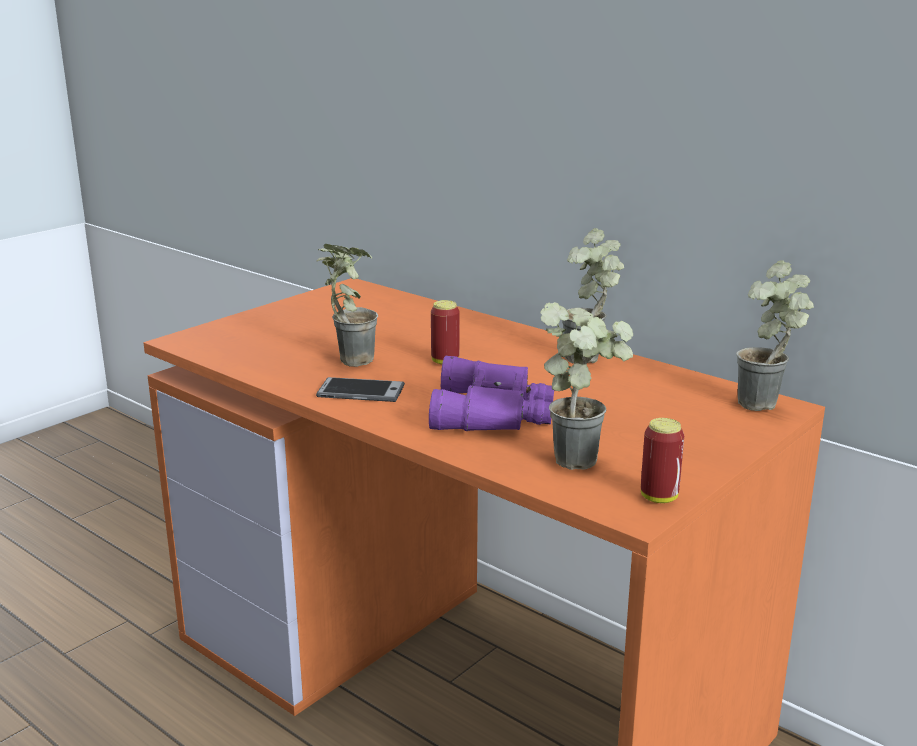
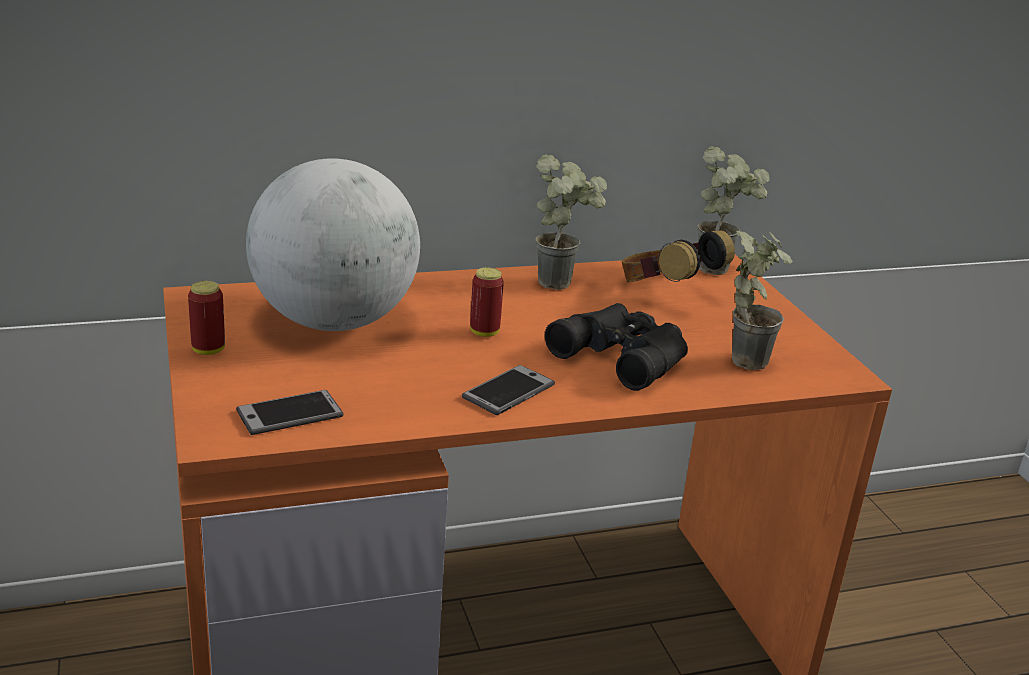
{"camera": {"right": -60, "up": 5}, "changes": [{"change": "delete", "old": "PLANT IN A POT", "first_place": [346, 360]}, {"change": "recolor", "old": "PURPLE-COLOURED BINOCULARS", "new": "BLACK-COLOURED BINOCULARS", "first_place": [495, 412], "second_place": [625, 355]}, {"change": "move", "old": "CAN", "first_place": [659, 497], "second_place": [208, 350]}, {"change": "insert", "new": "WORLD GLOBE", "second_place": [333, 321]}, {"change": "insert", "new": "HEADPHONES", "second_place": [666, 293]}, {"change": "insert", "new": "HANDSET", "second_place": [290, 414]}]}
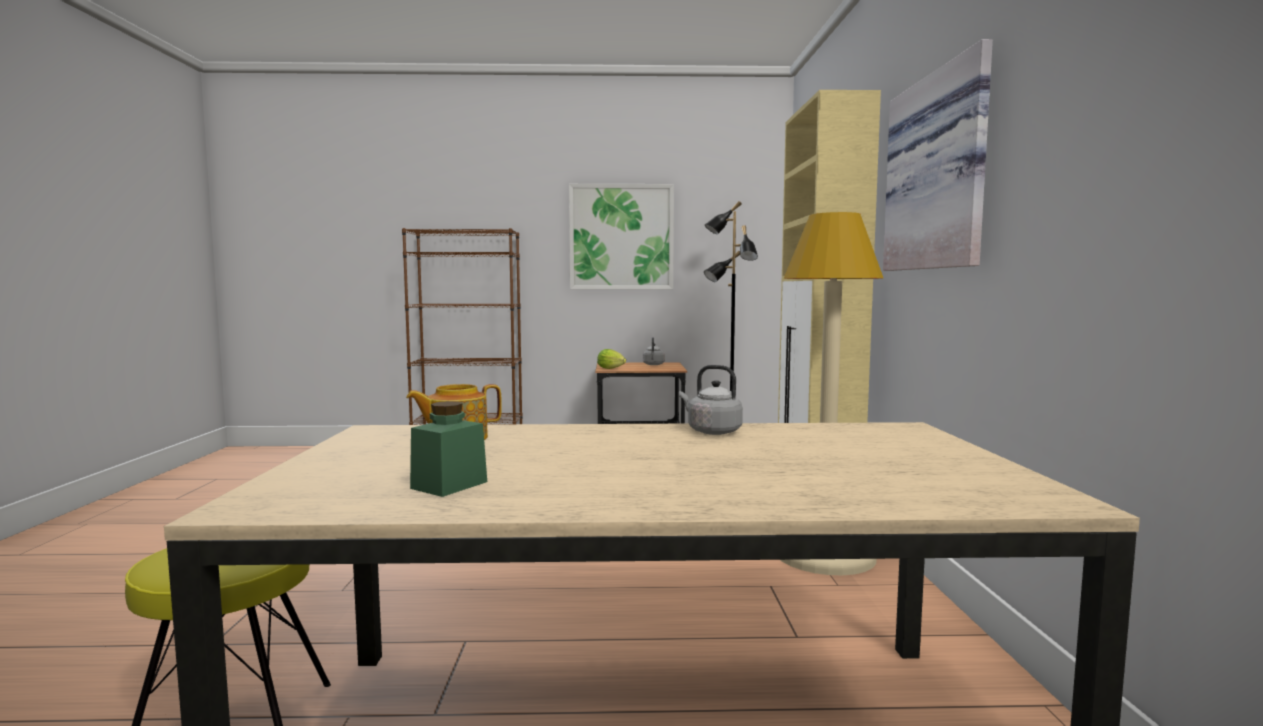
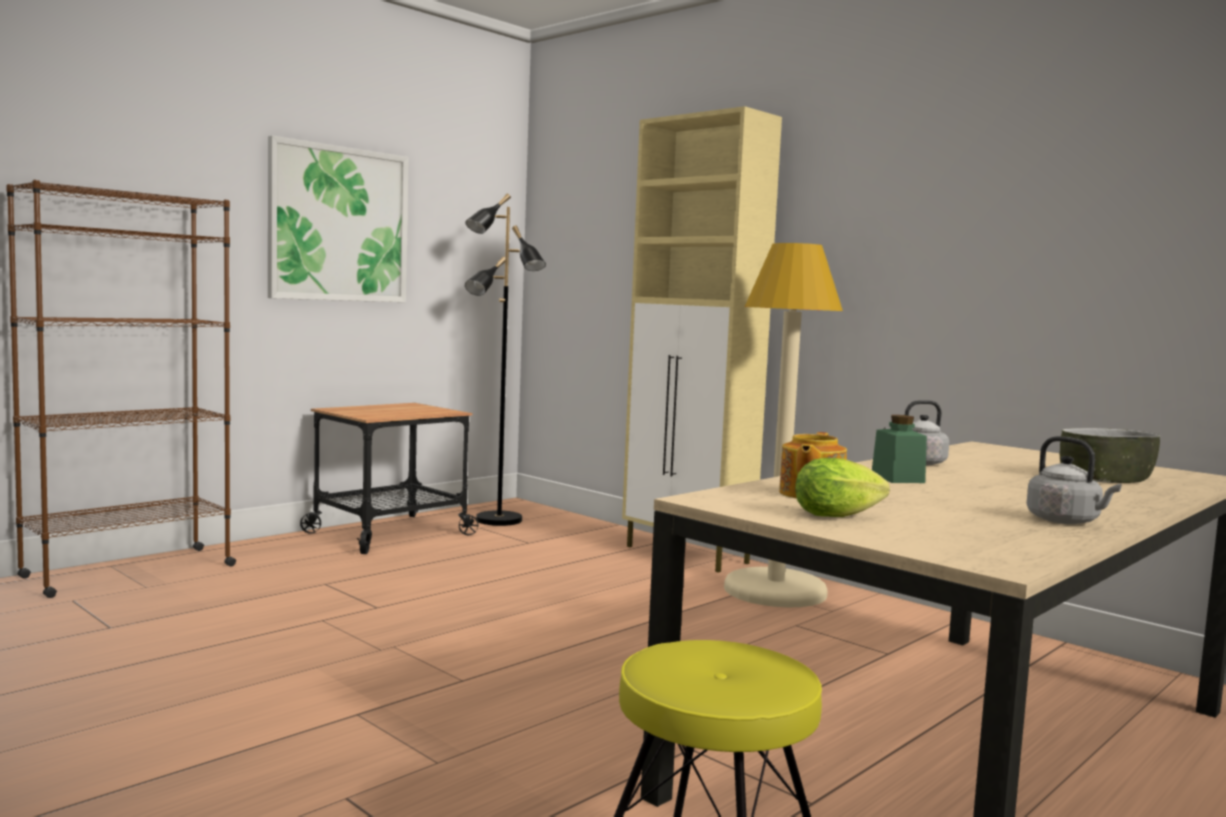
{"camera": {"right": -45, "up": 0}, "changes": [{"change": "delete", "old": "WALL PICTURE", "first_place": [940, 173]}, {"change": "move", "old": "GRAY TEA KETTLE", "first_place": [653, 364], "second_place": [1066, 521]}, {"change": "move", "old": "LETTUCE HEAD", "first_place": [612, 369], "second_place": [841, 516]}, {"change": "move", "old": "GREEN-COLOURED PRESERVE JAR", "first_place": [449, 485], "second_place": [897, 478]}, {"change": "insert", "new": "DEEP DISH", "second_place": [1105, 479]}]}
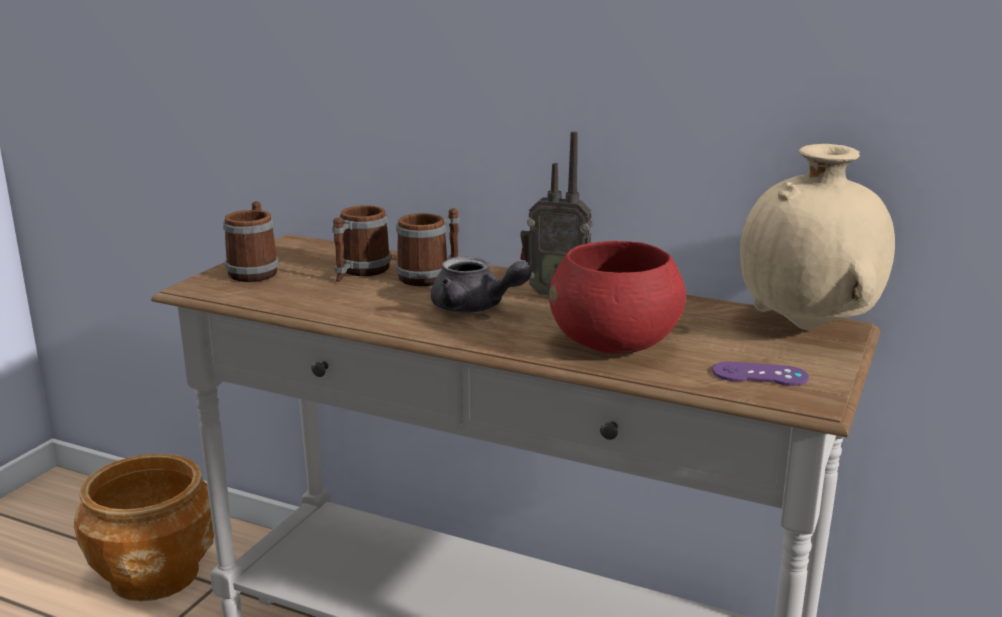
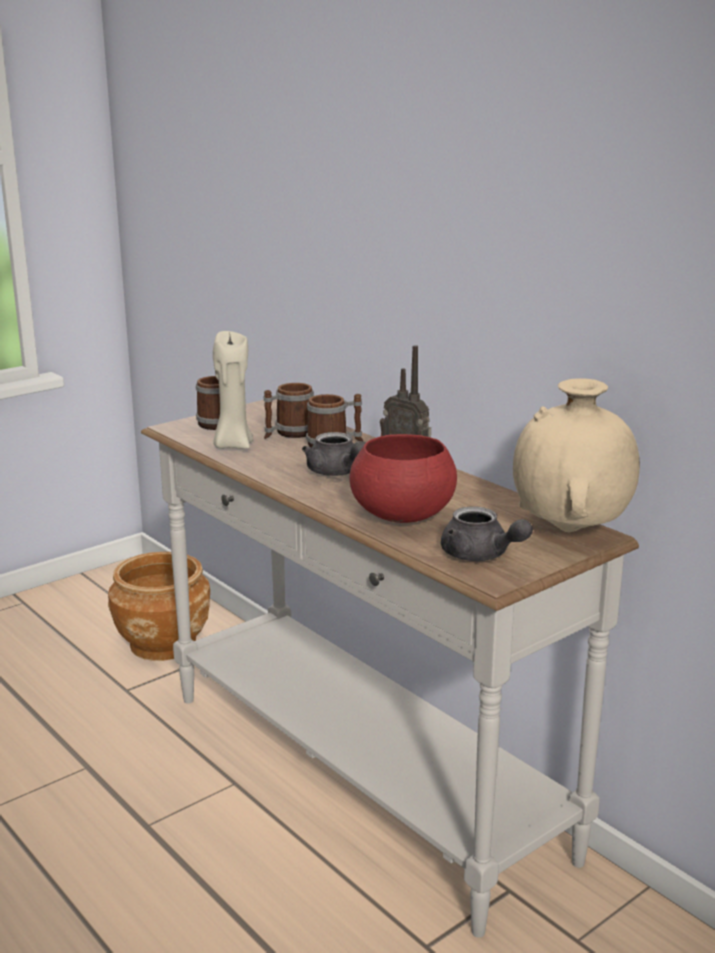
{"camera": {"right": 25, "up": 0}, "changes": [{"change": "replace", "old": "PURPLE-COLOURED GAMEPAD", "new": "GRAY TEA POT", "first_place": [759, 374], "second_place": [480, 556]}, {"change": "insert", "new": "BEIGE WAX LIGHT", "second_place": [233, 445]}]}
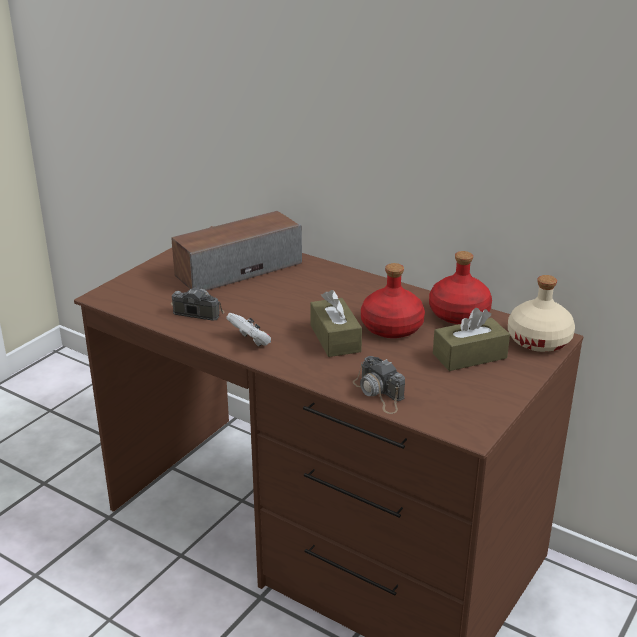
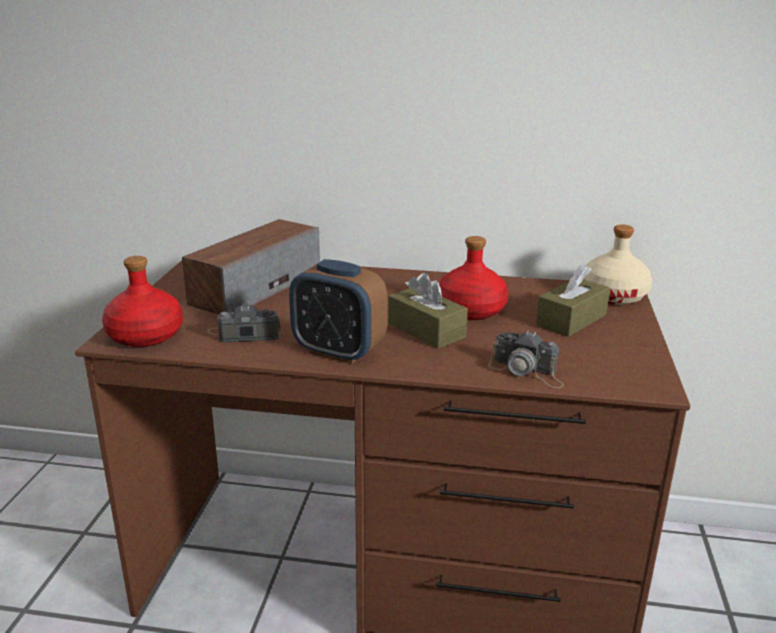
{"camera": {"right": -25, "up": -5}, "changes": [{"change": "move", "old": "RED DRINK BOTTLE", "first_place": [458, 314], "second_place": [145, 336]}, {"change": "replace", "old": "WHITISH GAMEPAD", "new": "ALARM CLOCK", "first_place": [250, 341], "second_place": [338, 351]}]}
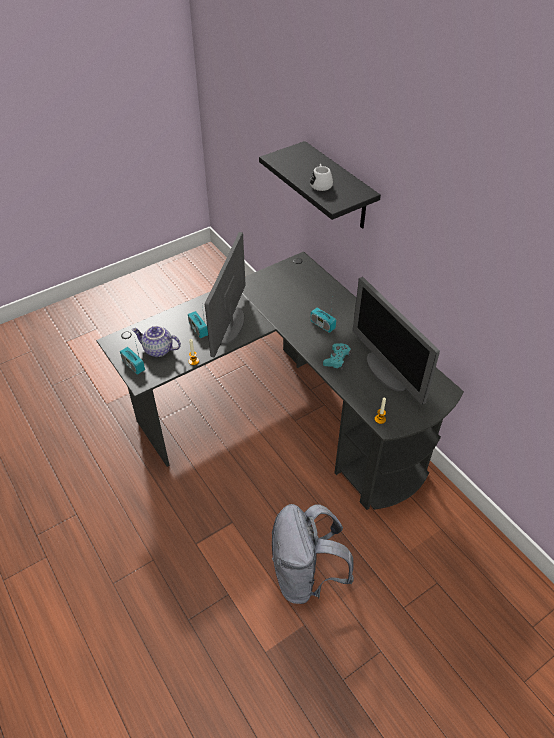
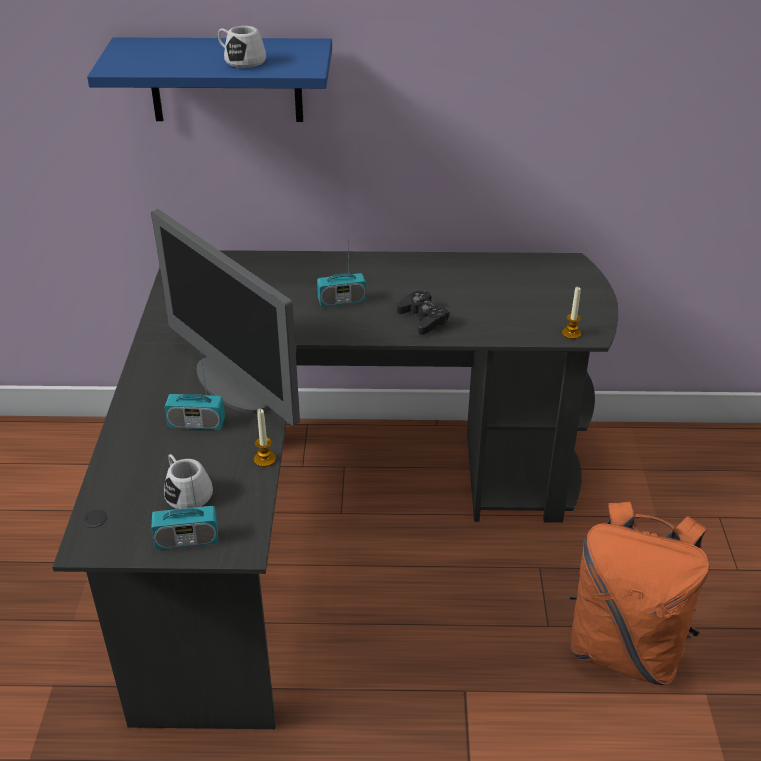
{"camera": {"right": -55, "up": -10}, "changes": [{"change": "recolor", "old": "BLACK-COLOURED BRACKET SHELF", "new": "BLUISH BRACKET SHELF", "first_place": [339, 187], "second_place": [226, 80]}, {"change": "delete", "old": "MONITOR", "first_place": [386, 372]}, {"change": "replace", "old": "TEA POT", "new": "WHITISH COFFEE MUG", "first_place": [158, 350], "second_place": [186, 492]}, {"change": "recolor", "old": "TURQUOISE GAMEPAD", "new": "BLACK-COLOURED GAMEPAD", "first_place": [337, 359], "second_place": [423, 318]}, {"change": "recolor", "old": "GRAY BACKPACK", "new": "ORANGE BACKPACK", "first_place": [306, 575], "second_place": [625, 647]}]}
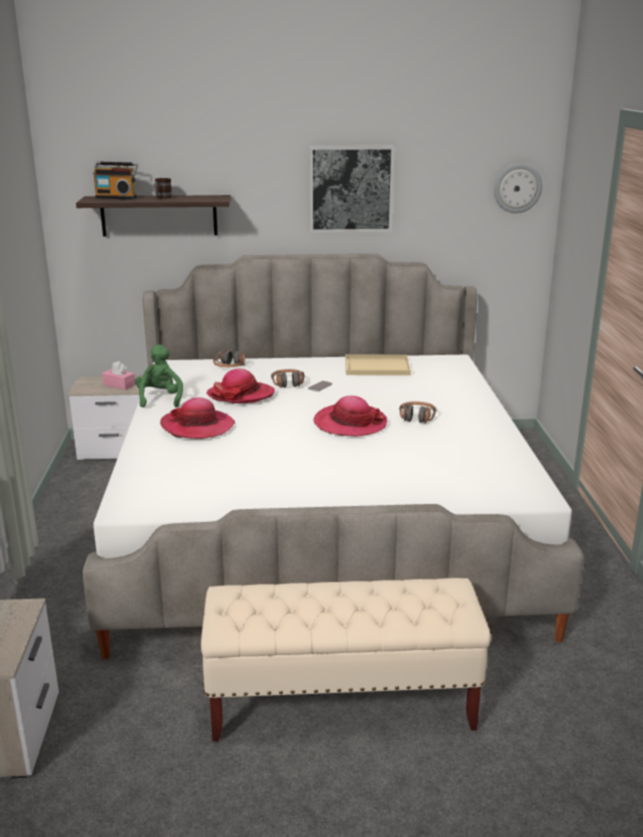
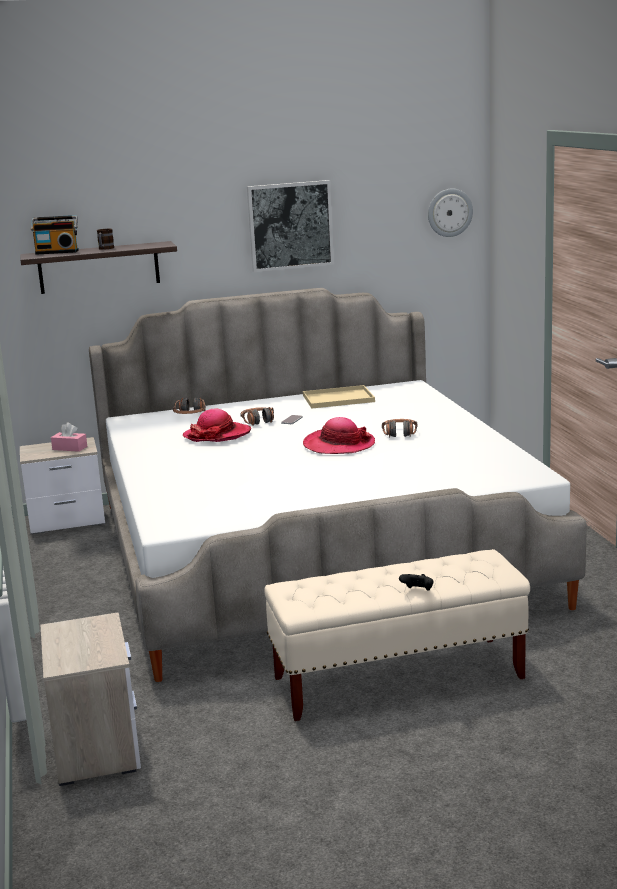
{"camera": {"right": -10, "up": -5}, "changes": [{"change": "delete", "old": "GREEN-COLOURED SOFT TOY", "first_place": [160, 399]}, {"change": "delete", "old": "HAT", "first_place": [197, 426]}, {"change": "insert", "new": "BLACK-COLOURED GAMEPAD", "second_place": [417, 591]}]}
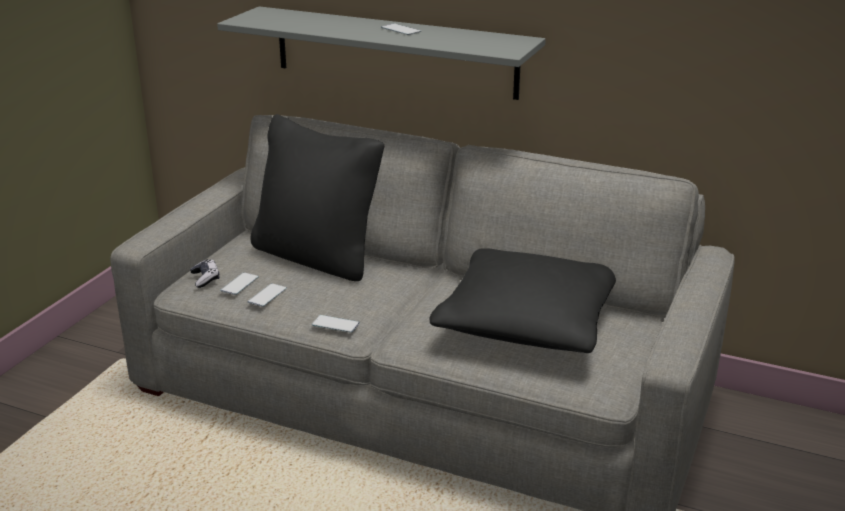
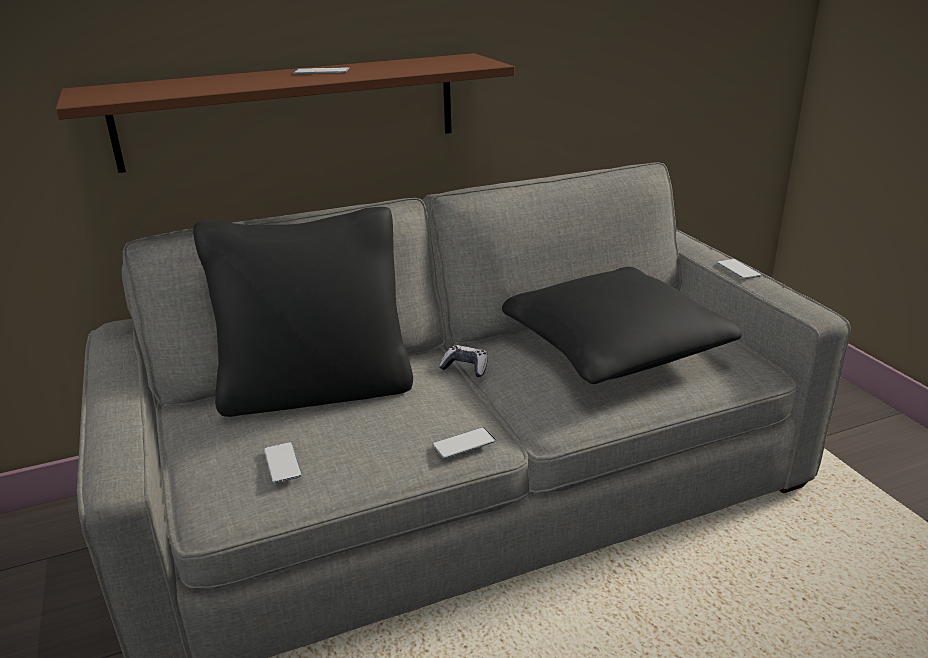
{"camera": {"right": -45, "up": 0}, "changes": [{"change": "recolor", "old": "GRAY BRACKET SHELF", "new": "BROWN BRACKET SHELF", "first_place": [394, 52], "second_place": [291, 111]}, {"change": "move", "old": "GAMEPAD", "first_place": [205, 278], "second_place": [465, 367]}, {"change": "move", "old": "HANDSET", "first_place": [267, 295], "second_place": [738, 269]}]}
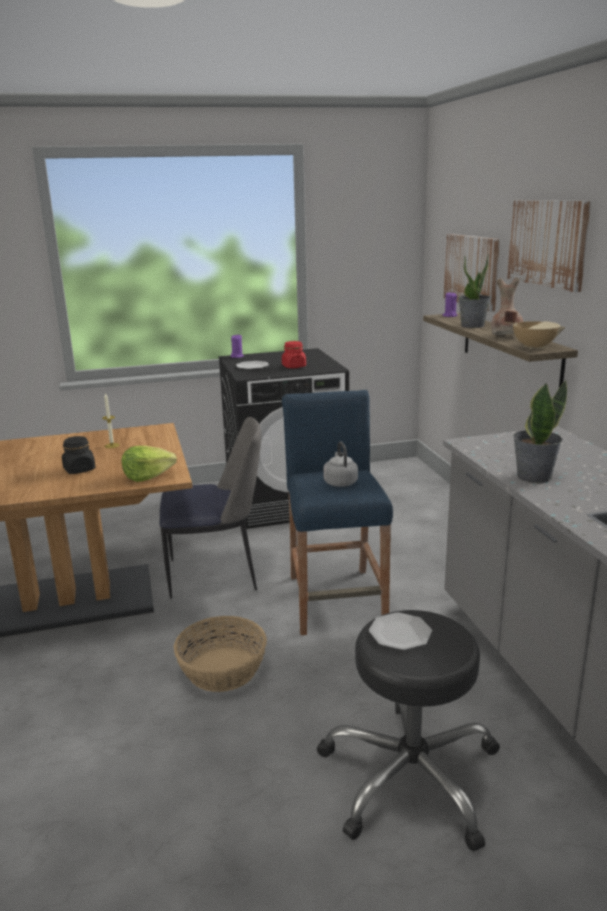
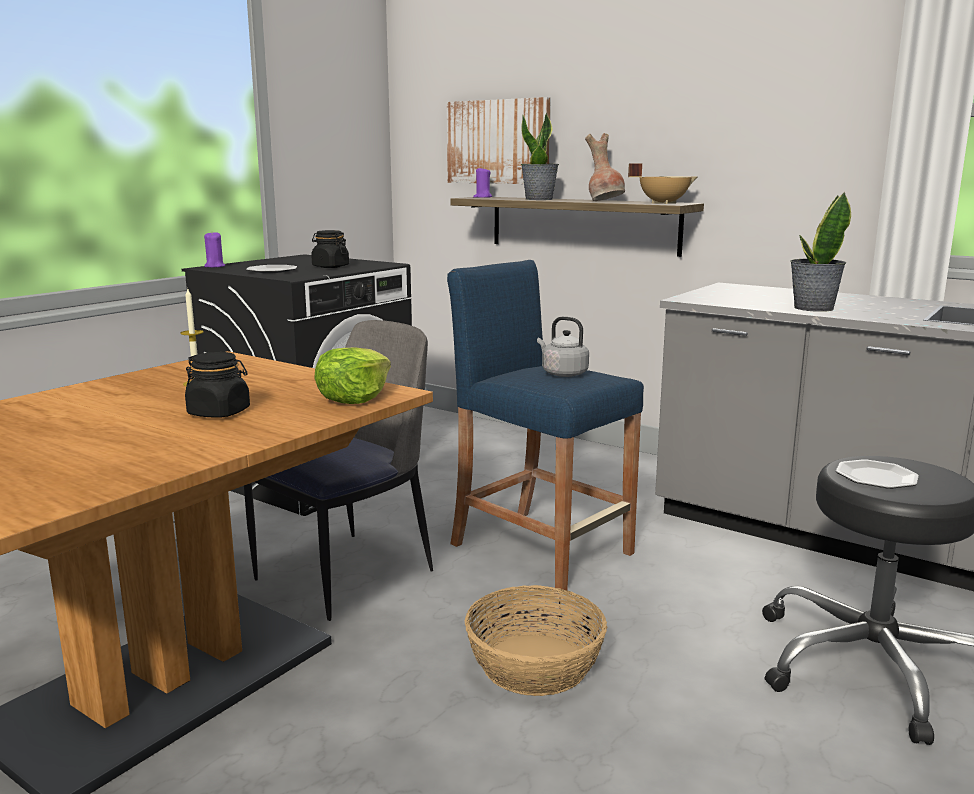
{"camera": {"right": -40, "up": -5}, "changes": [{"change": "delete", "old": "WALL PICTURE", "first_place": [548, 243]}, {"change": "recolor", "old": "RED PRESERVE JAR", "new": "BLACK-COLOURED PRESERVE JAR", "first_place": [293, 366], "second_place": [330, 266]}]}
